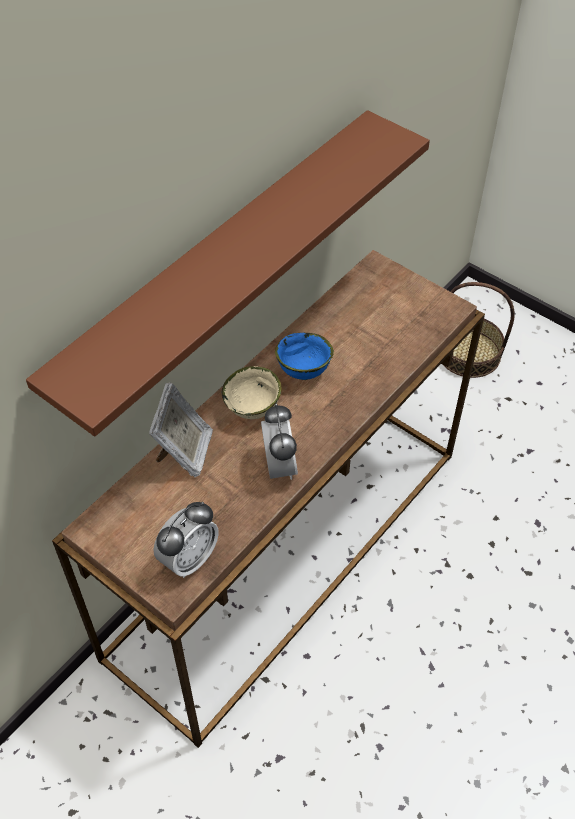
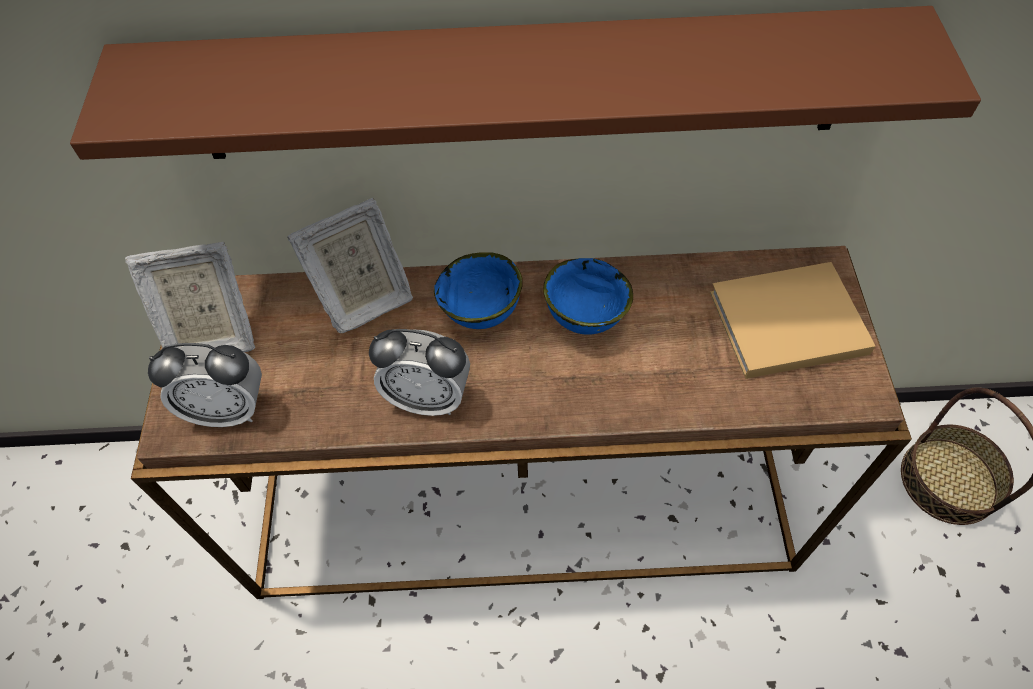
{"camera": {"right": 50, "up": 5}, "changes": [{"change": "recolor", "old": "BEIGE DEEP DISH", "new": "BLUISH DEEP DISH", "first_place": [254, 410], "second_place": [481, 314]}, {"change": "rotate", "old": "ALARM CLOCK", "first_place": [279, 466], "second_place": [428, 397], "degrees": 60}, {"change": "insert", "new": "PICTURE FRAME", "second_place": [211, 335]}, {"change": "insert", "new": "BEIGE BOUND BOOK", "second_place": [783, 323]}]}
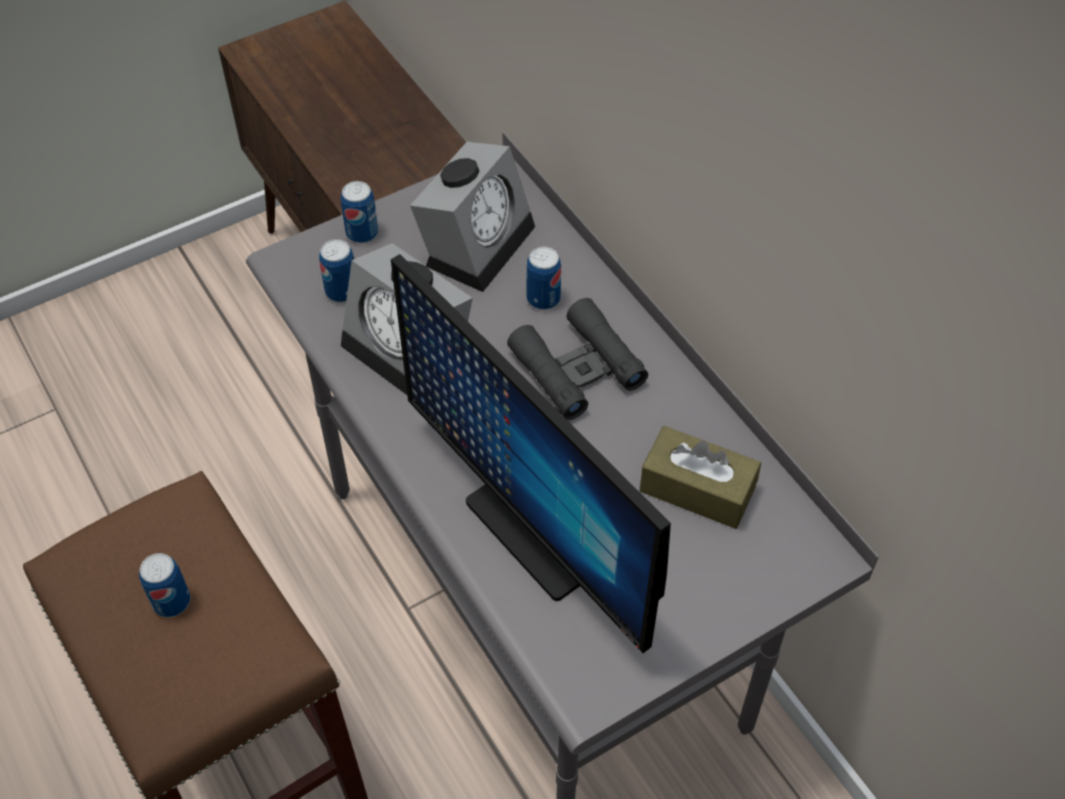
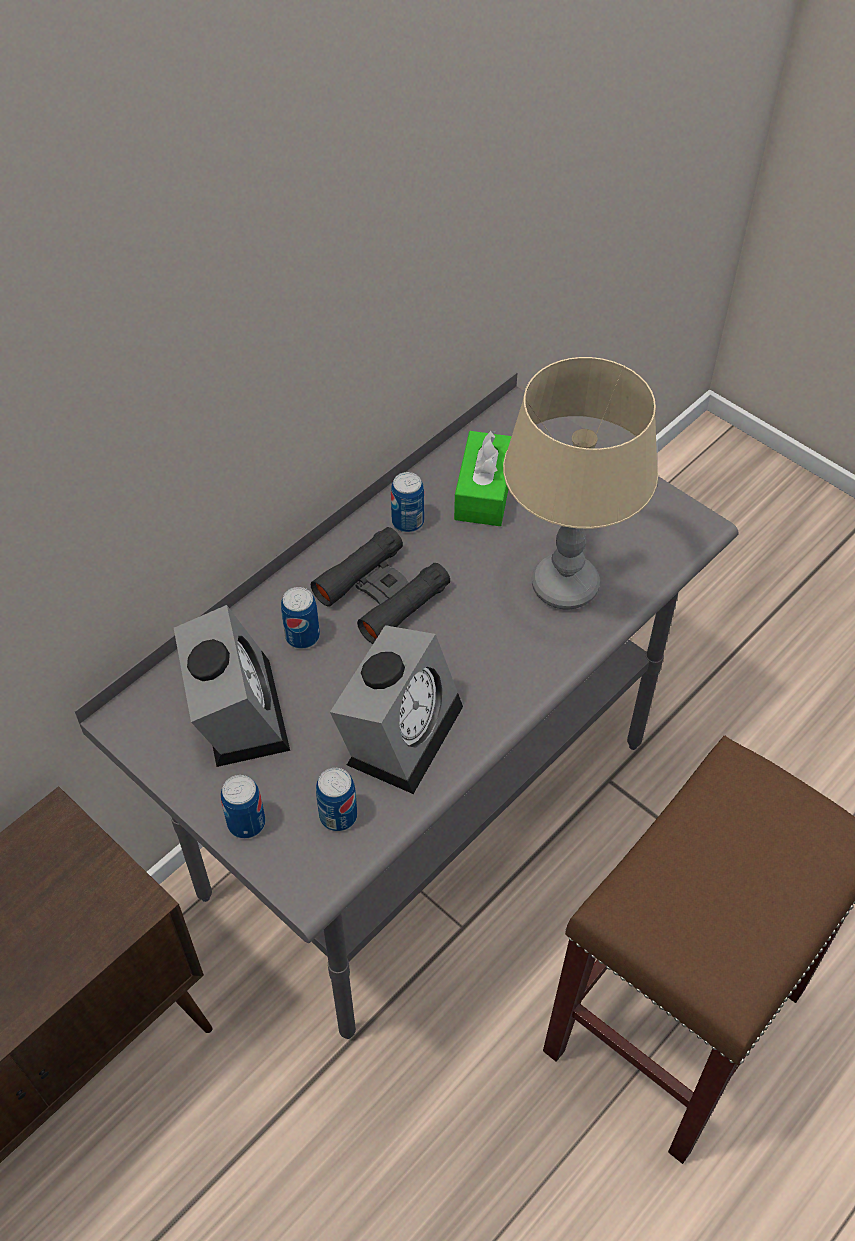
{"camera": {"right": -105, "up": 0}, "changes": [{"change": "rotate", "old": "ALARM CLOCK", "first_place": [477, 241], "second_place": [236, 710], "degrees": 60}, {"change": "replace", "old": "MONITOR", "new": "BEIGE TABLETOP LAMP", "first_place": [538, 529], "second_place": [564, 585]}, {"change": "recolor", "old": "BROWN BOX OF TISSUES", "new": "GREEN-COLOURED BOX OF TISSUES", "first_place": [697, 489], "second_place": [484, 491]}, {"change": "move", "old": "CAN", "first_place": [171, 601], "second_place": [408, 522]}]}
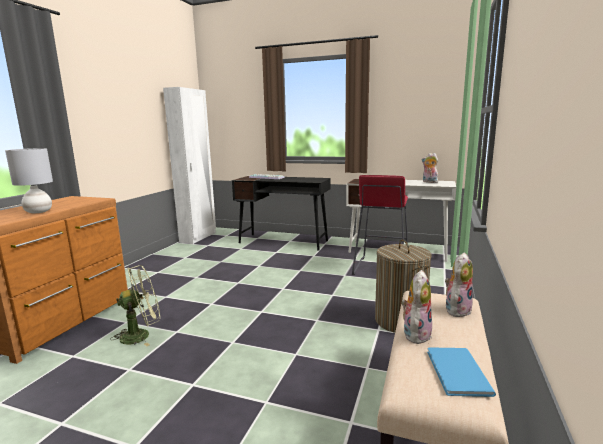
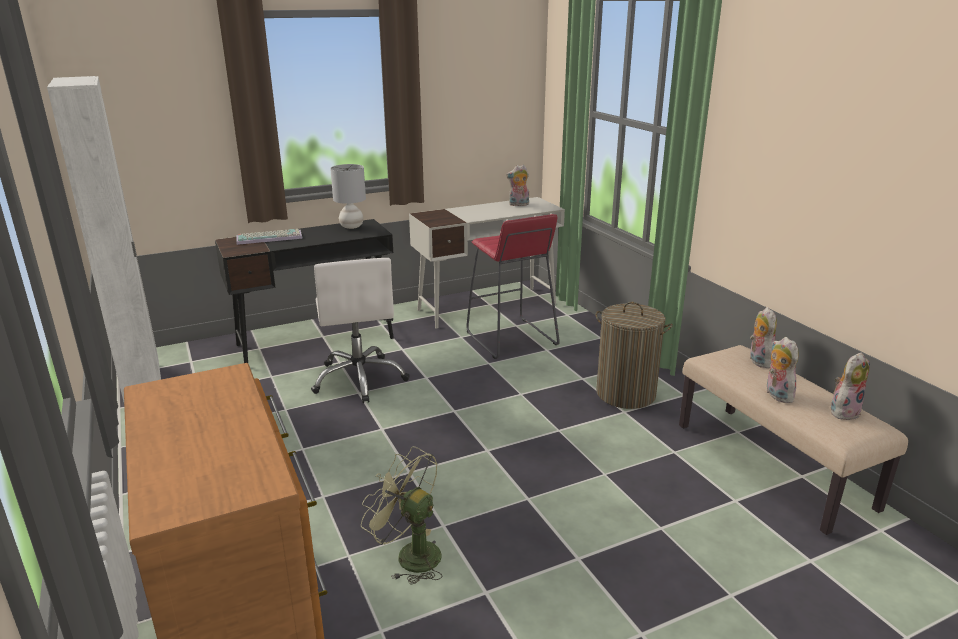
{"camera": {"right": -45, "up": 10}, "changes": [{"change": "move", "old": "GRAY TABLETOP LAMP", "first_place": [38, 212], "second_place": [352, 227]}, {"change": "rotate", "old": "GREEN-COLOURED ELECTRIC FAN", "first_place": [141, 335], "second_place": [410, 554], "degrees": -75}, {"change": "replace", "old": "BLUISH BOUND BOOK", "new": "SOFT TOY", "first_place": [456, 373], "second_place": [843, 411]}, {"change": "insert", "new": "WHITISH COMPUTER CHAIR", "second_place": [360, 379]}]}
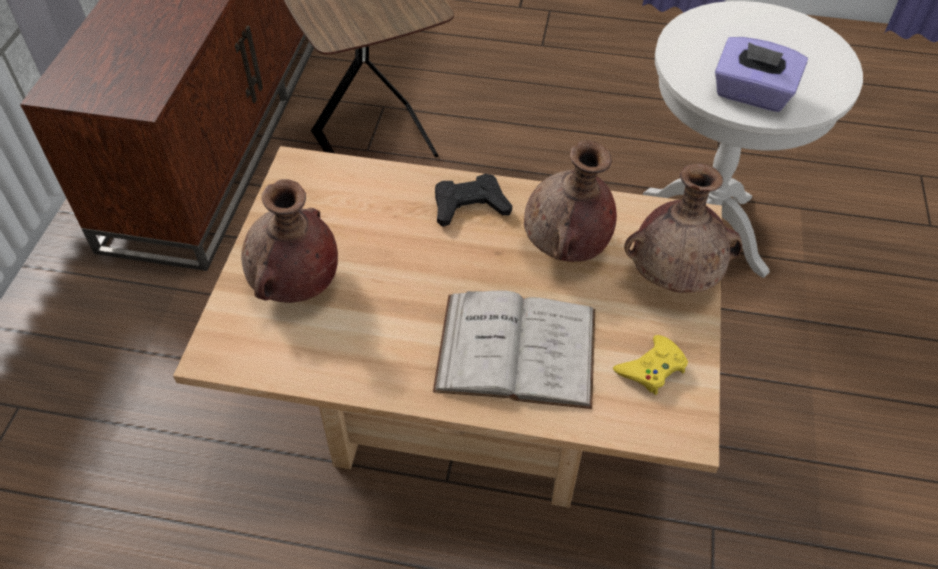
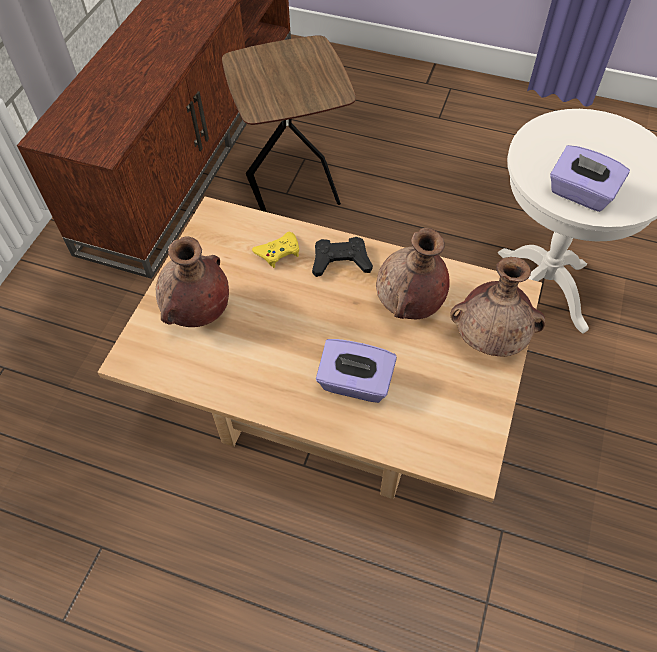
{"camera": {"right": 10, "up": 5}, "changes": [{"change": "replace", "old": "WHITISH BOUND BOOK", "new": "PURPLE-COLOURED BOX OF TISSUES", "first_place": [516, 349], "second_place": [355, 383]}, {"change": "move", "old": "YELLOW-COLOURED GAMEPAD", "first_place": [652, 368], "second_place": [278, 252]}]}
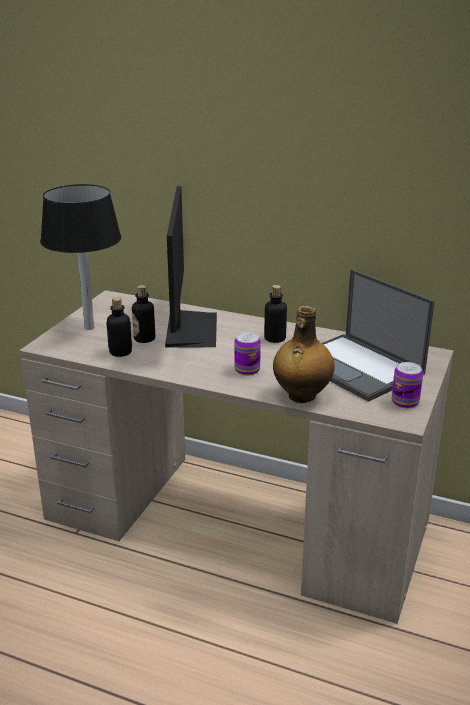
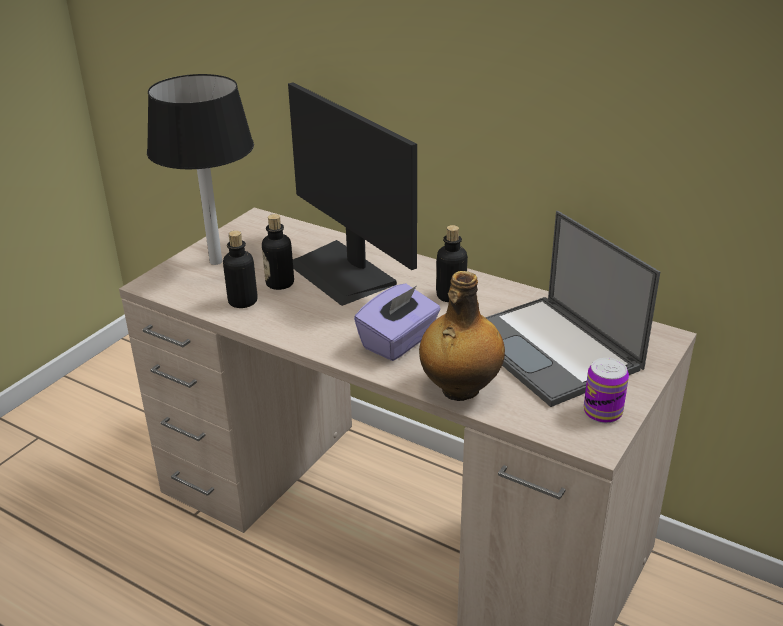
{"camera": {"right": 10, "up": 5}, "changes": [{"change": "rotate", "old": "MONITOR", "first_place": [189, 328], "second_place": [342, 272], "degrees": 135}, {"change": "replace", "old": "CAN", "new": "PURPLE-COLOURED BOX OF TISSUES", "first_place": [247, 370], "second_place": [398, 342]}]}
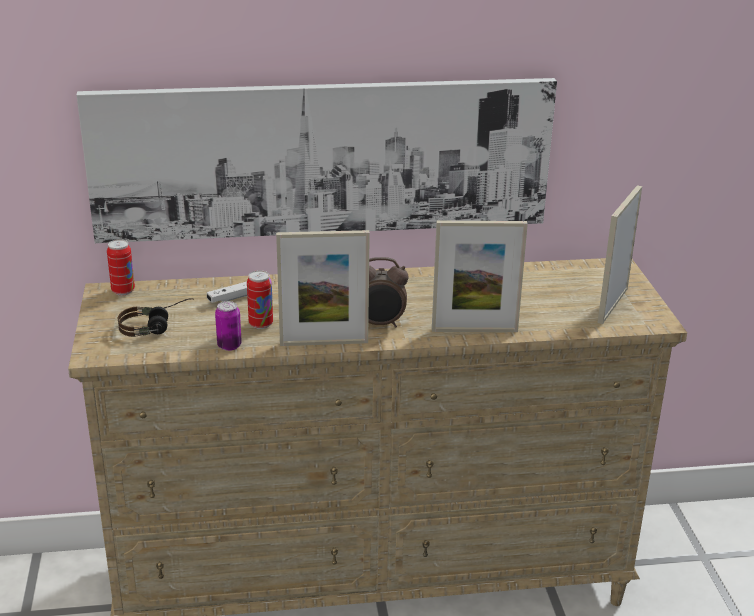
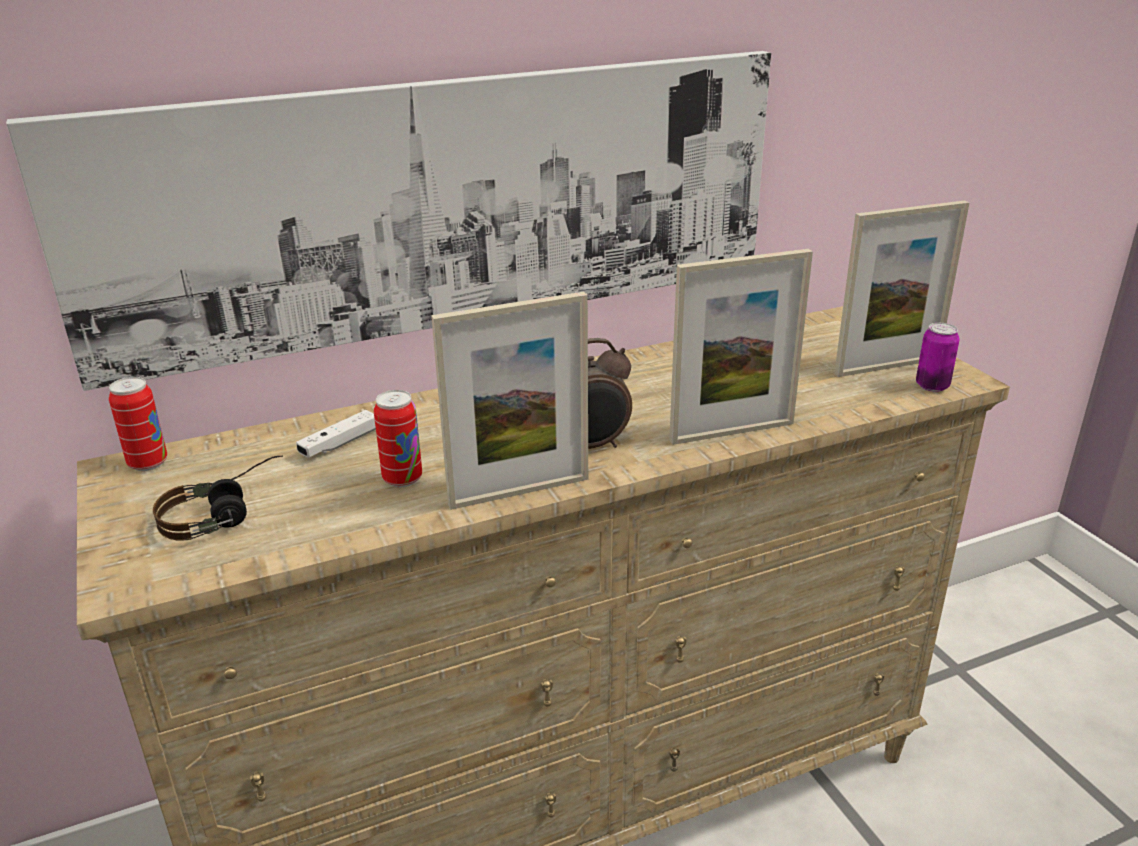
{"camera": {"right": -15, "up": 0}, "changes": [{"change": "rotate", "old": "PICTURE FRAME", "first_place": [612, 305], "second_place": [887, 366], "degrees": -120}, {"change": "move", "old": "CAN", "first_place": [229, 346], "second_place": [932, 386]}]}
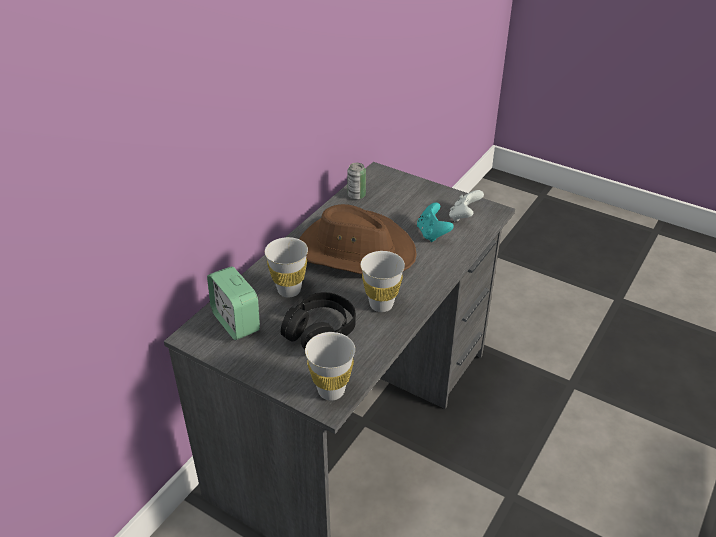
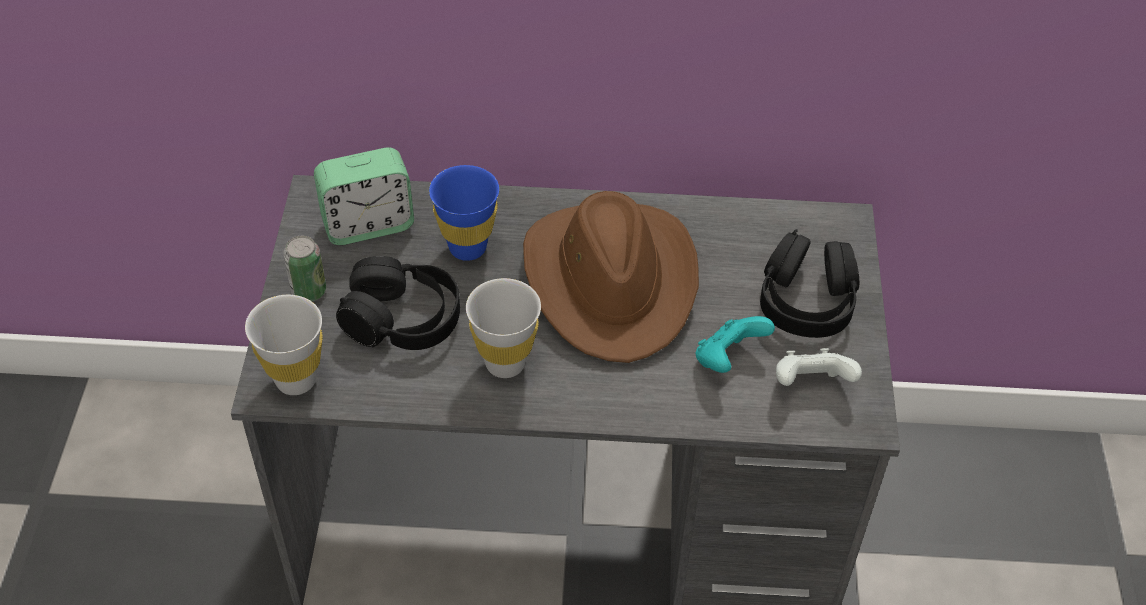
{"camera": {"right": 60, "up": 10}, "changes": [{"change": "move", "old": "CAN", "first_place": [356, 195], "second_place": [309, 291]}, {"change": "recolor", "old": "WHITISH DRINKING CUP", "new": "BLUISH DRINKING CUP", "first_place": [289, 290], "second_place": [467, 247]}, {"change": "rotate", "old": "ALARM CLOCK", "first_place": [236, 322], "second_place": [368, 224], "degrees": -135}, {"change": "insert", "new": "BLACK-COLOURED HEADPHONES", "second_place": [806, 301]}]}
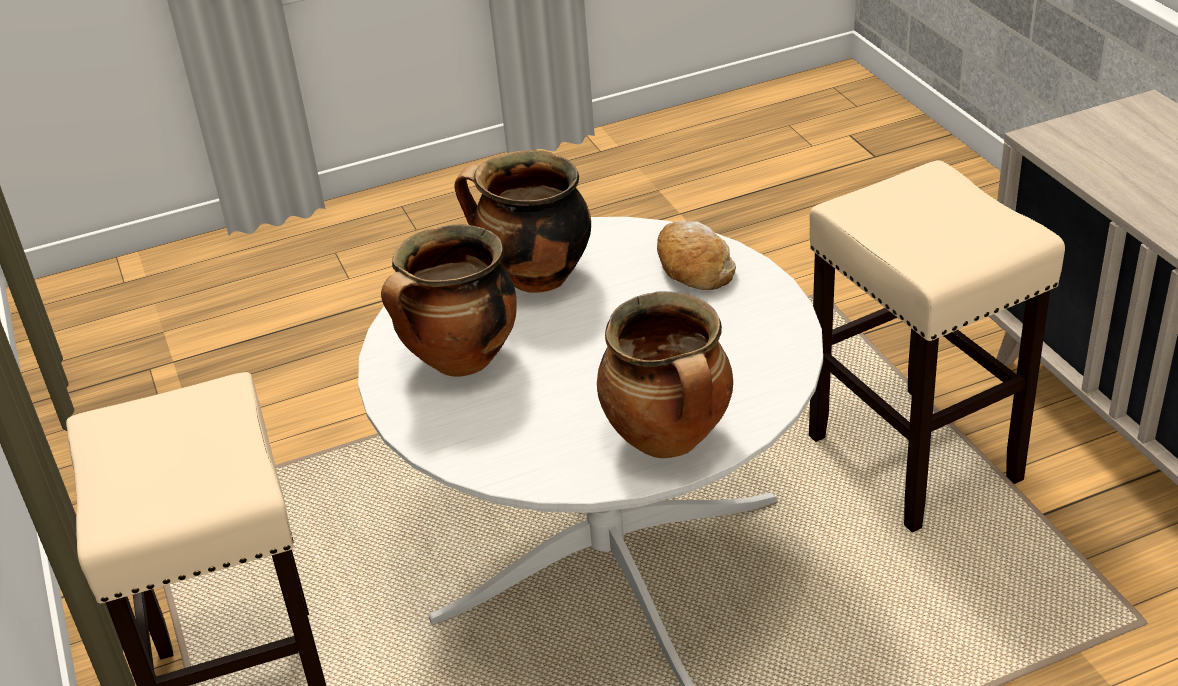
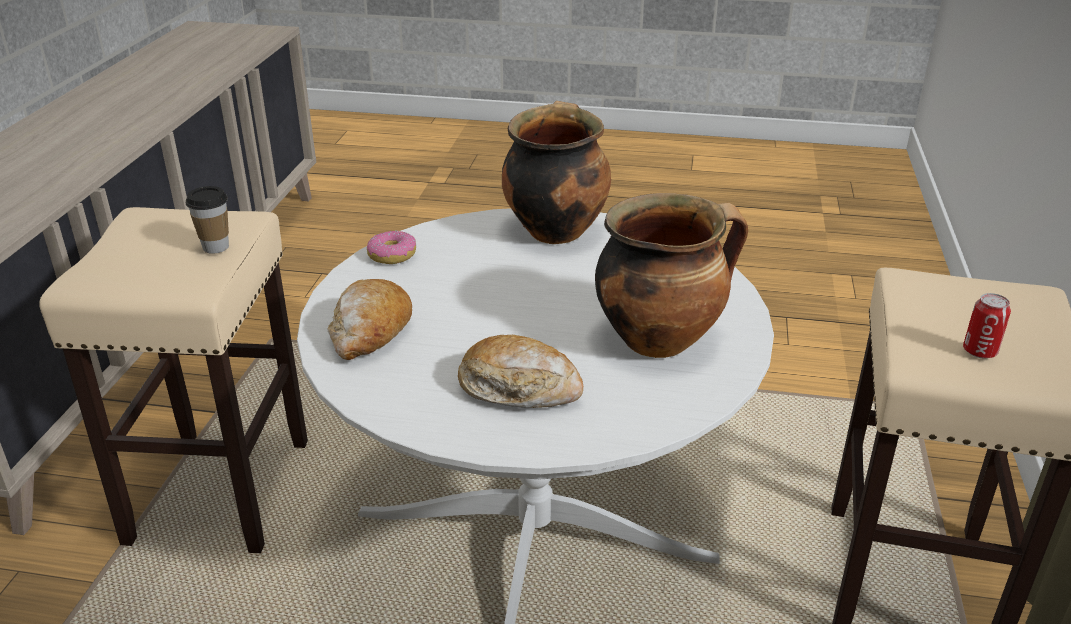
{"camera": {"right": -150, "up": -5}, "changes": [{"change": "replace", "old": "STOCKPOT", "new": "BREAD", "first_place": [534, 278], "second_place": [519, 388]}, {"change": "insert", "new": "DRINKING CUP", "second_place": [216, 247]}, {"change": "insert", "new": "DOUGHNUT", "second_place": [392, 255]}, {"change": "insert", "new": "CAN", "second_place": [979, 351]}]}
